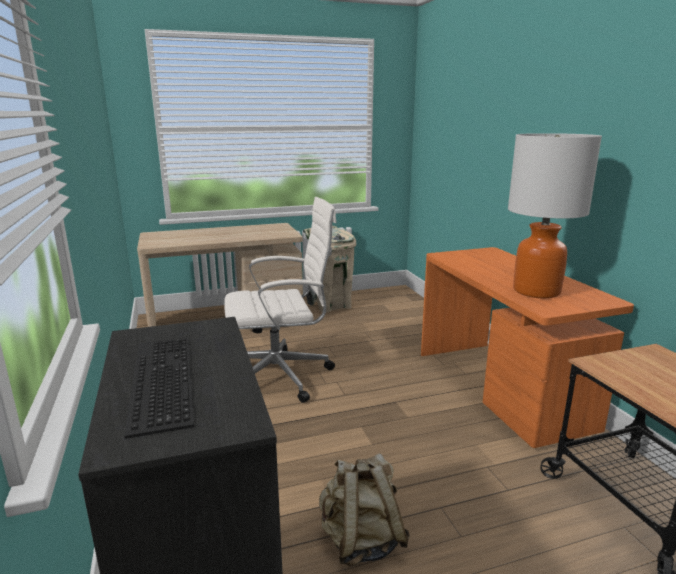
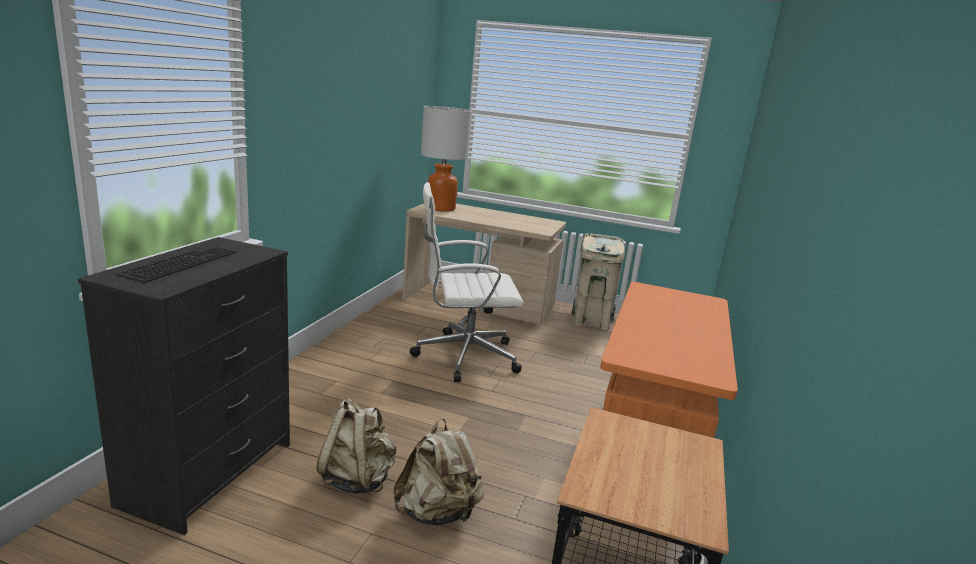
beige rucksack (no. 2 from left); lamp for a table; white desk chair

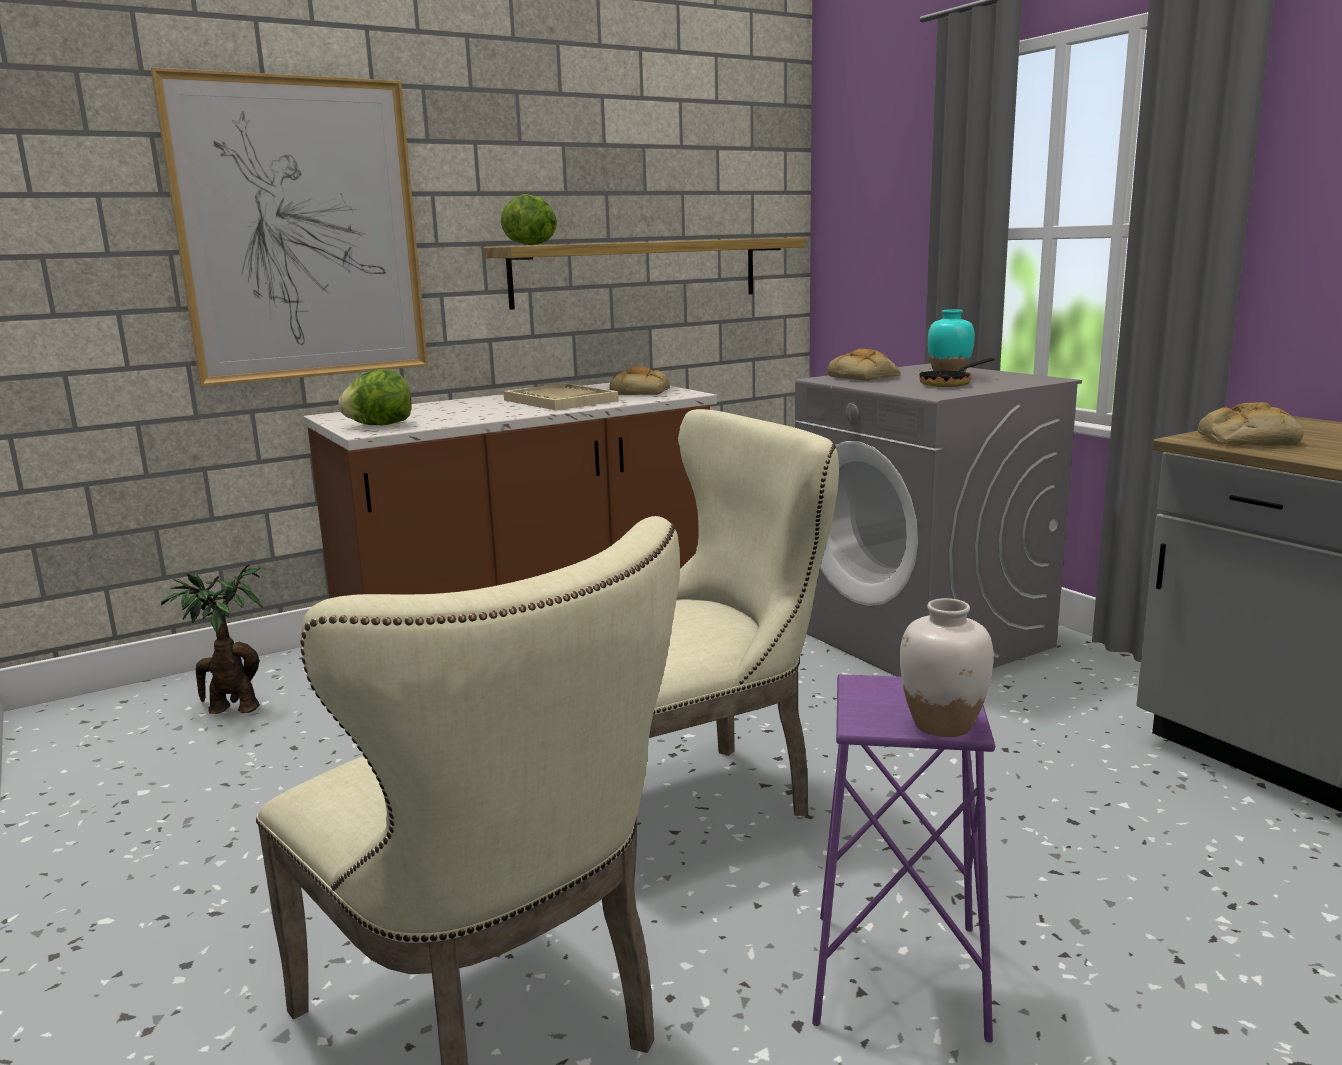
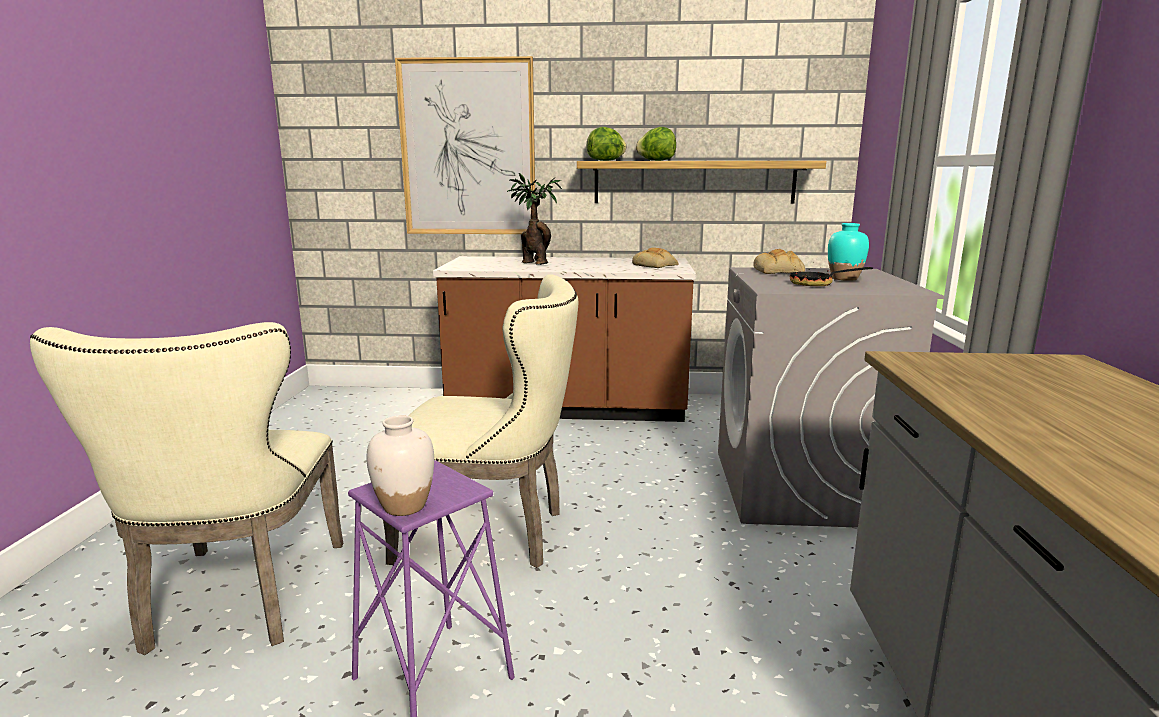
beige tray; bread (no. 3 from left in the first image); potted plant; lettuce head (no. 2 from left)

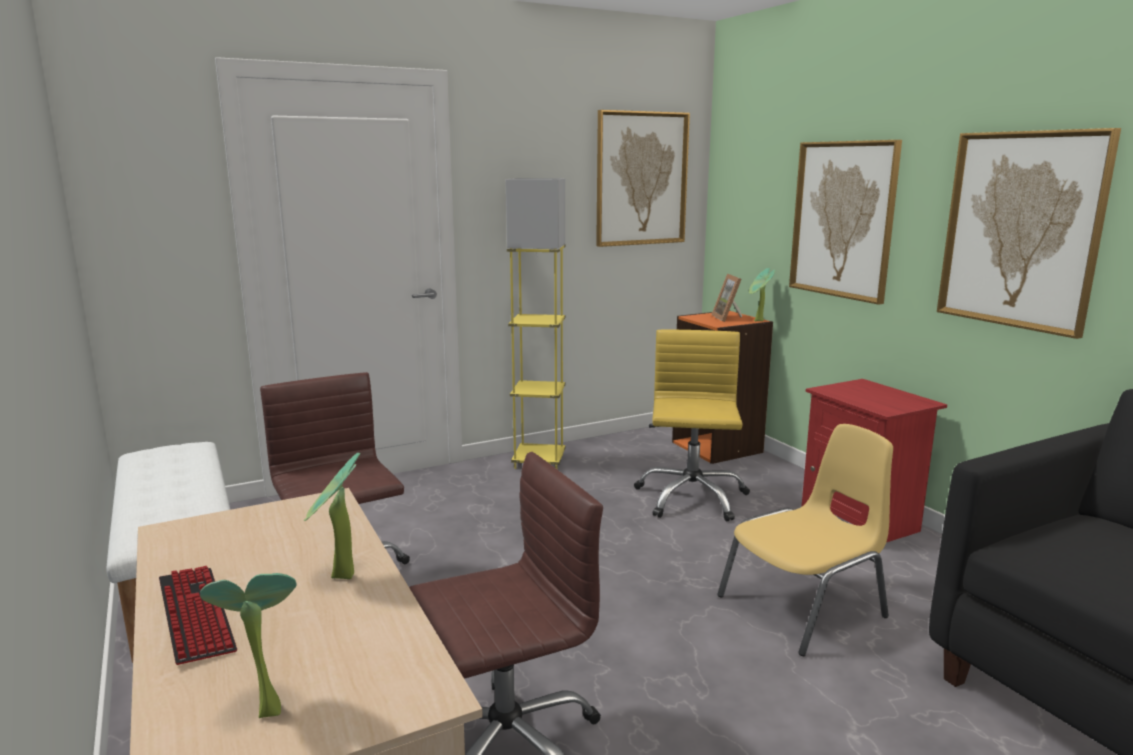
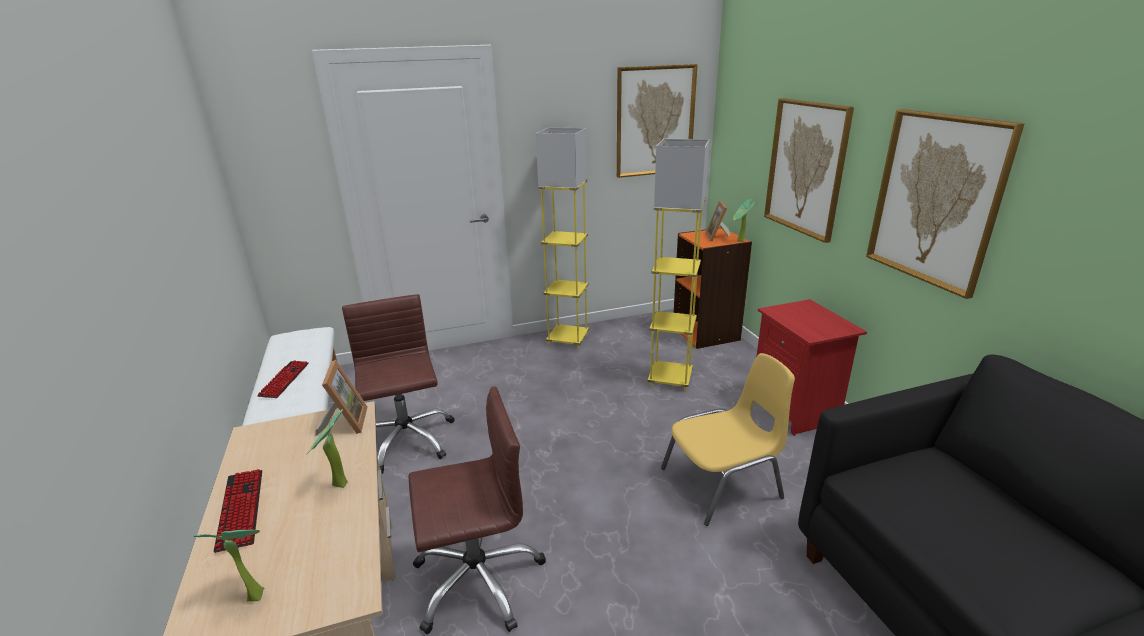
keyboard (no. 2 from left); photo frame (no. 1 from left); yellow standing lamp (no. 2 from left)

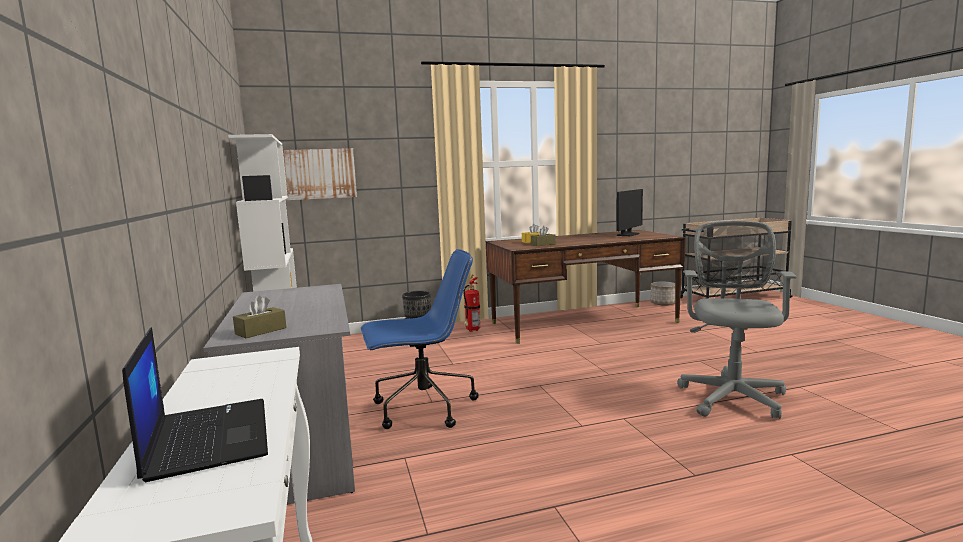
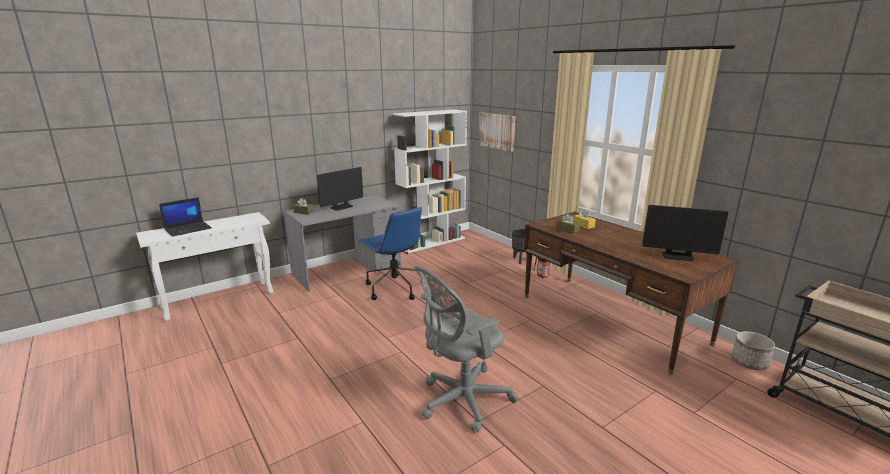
computer screen (no. 1 from left); grey desk chair

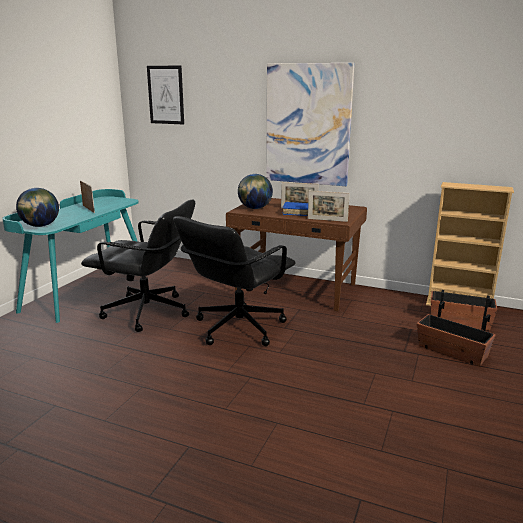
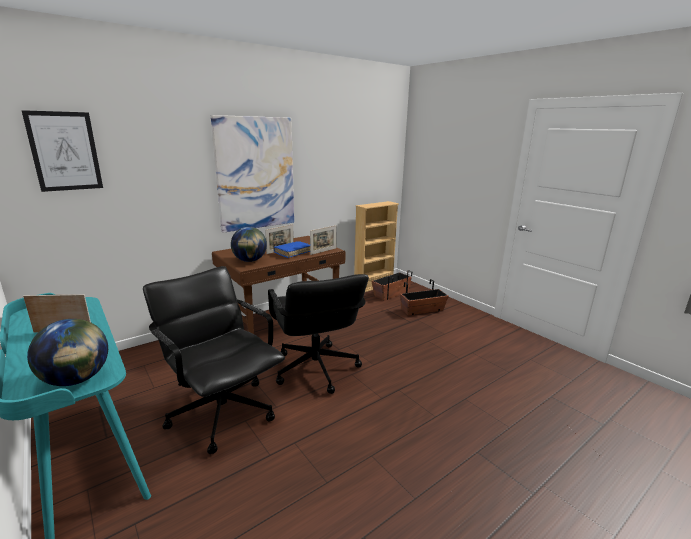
black desk chair (no. 1 from left)

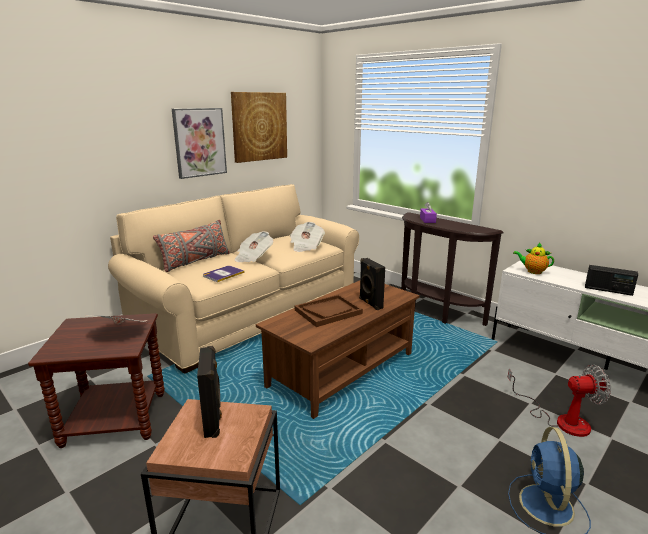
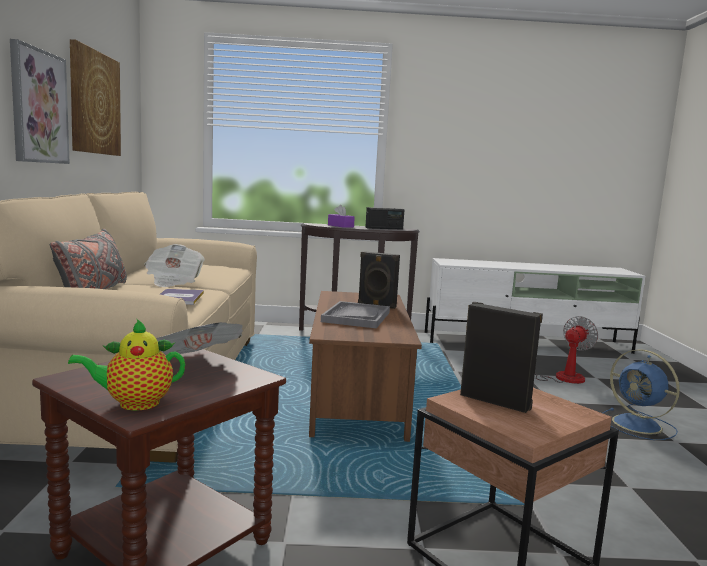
daily paper (no. 3 from left in the first image); tea pot; radio set; grey tray

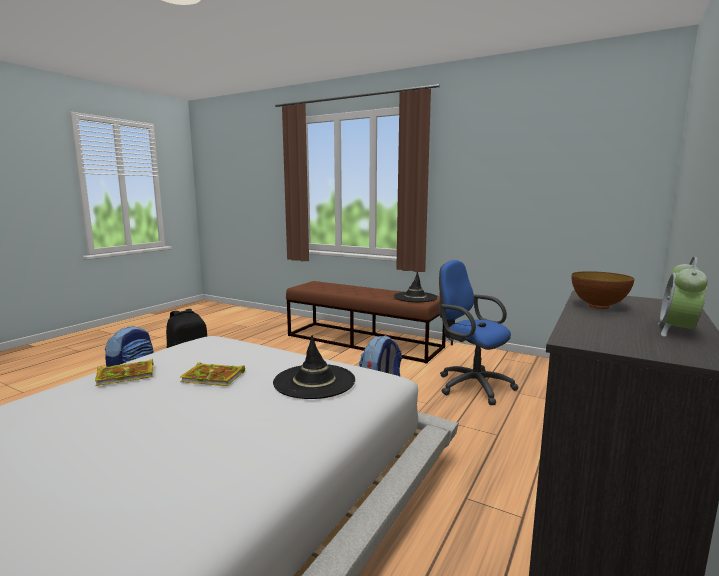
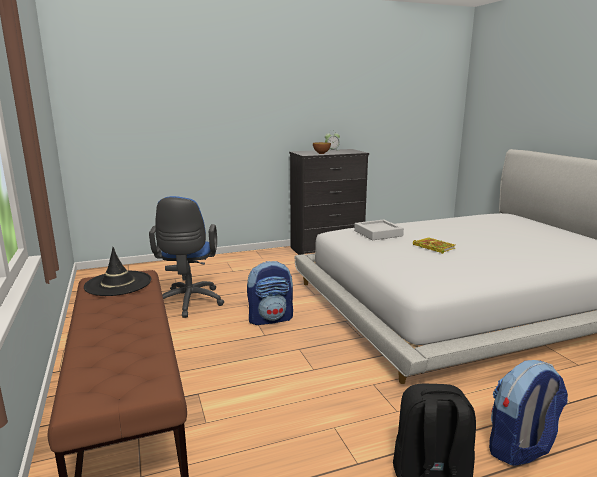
volume (no. 1 from left in the first image); grey tray

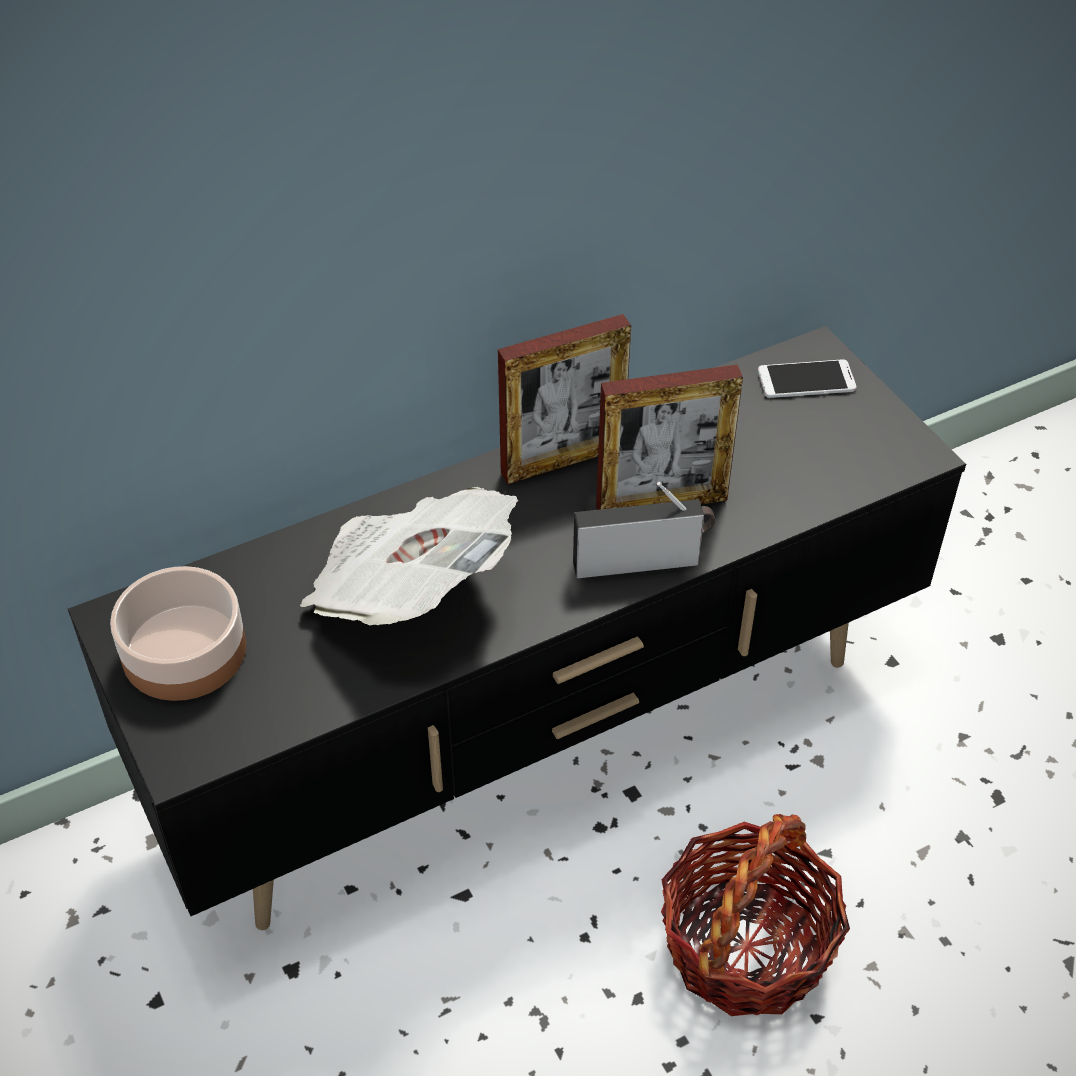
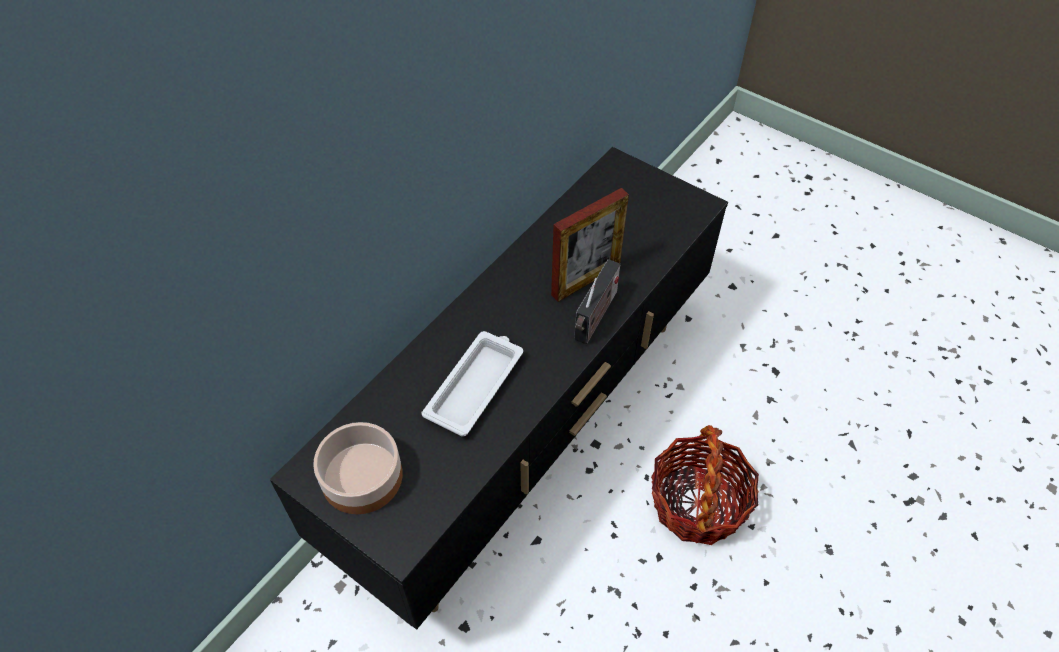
photo frame (no. 1 from left in the first image); telephone; white tray; radio set

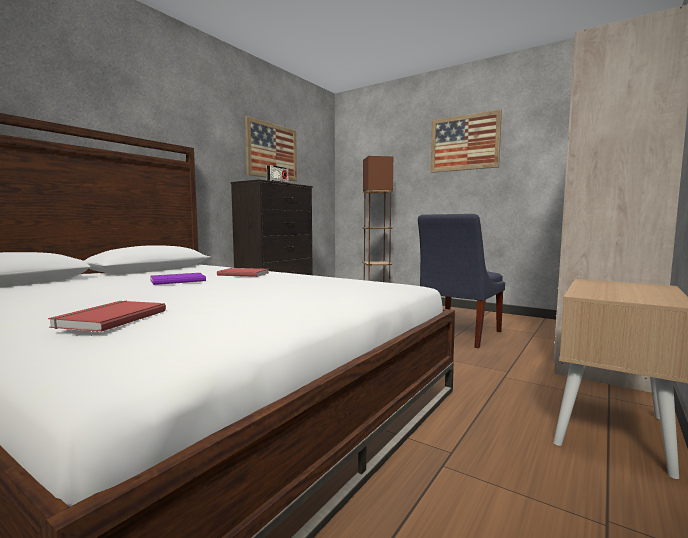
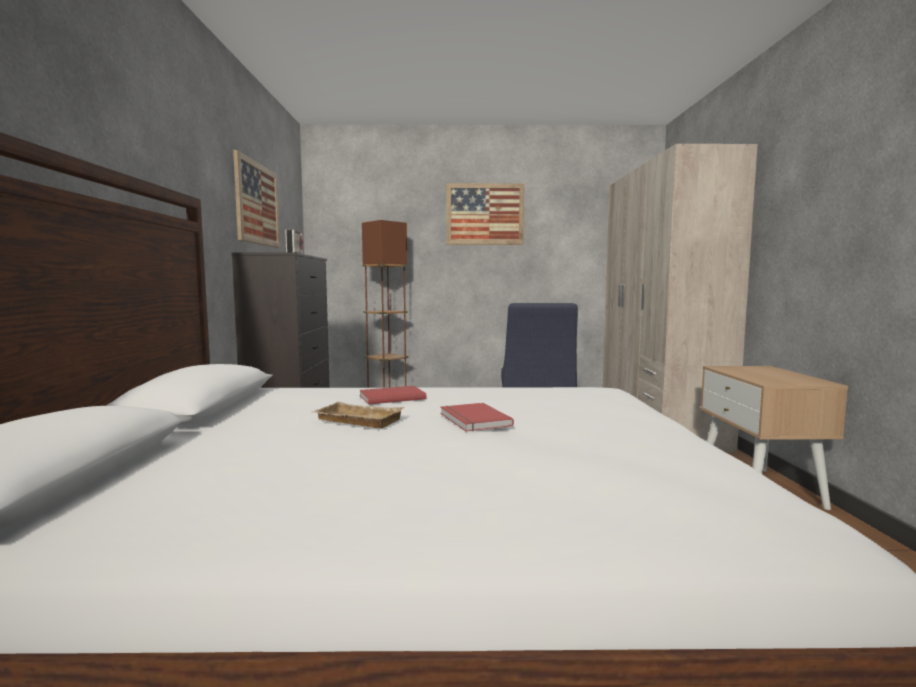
red volume (no. 2 from left); beige tray

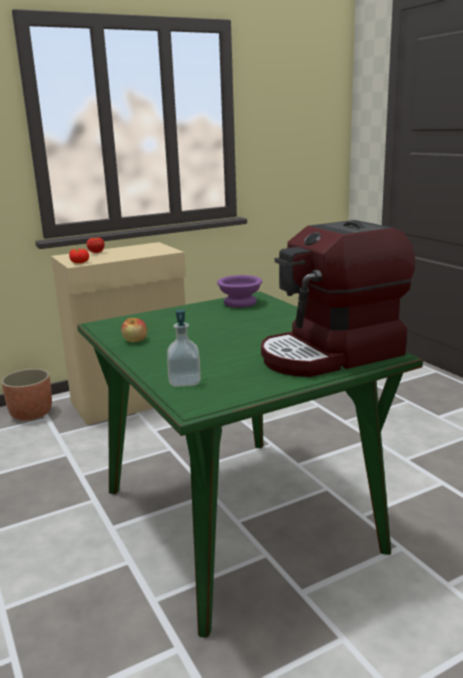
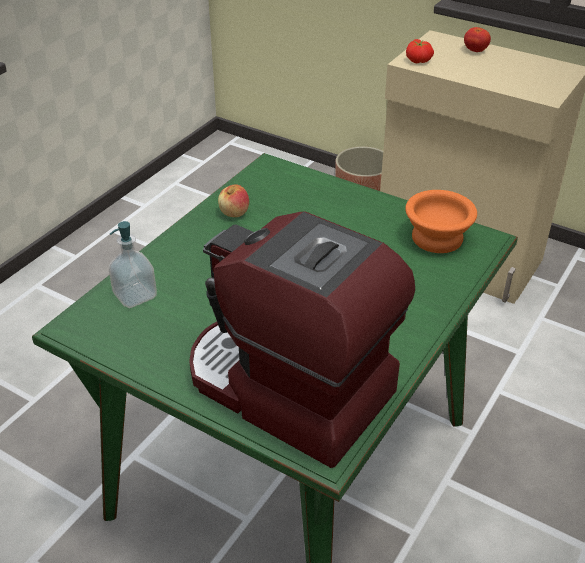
orange-coloured serving bowl

